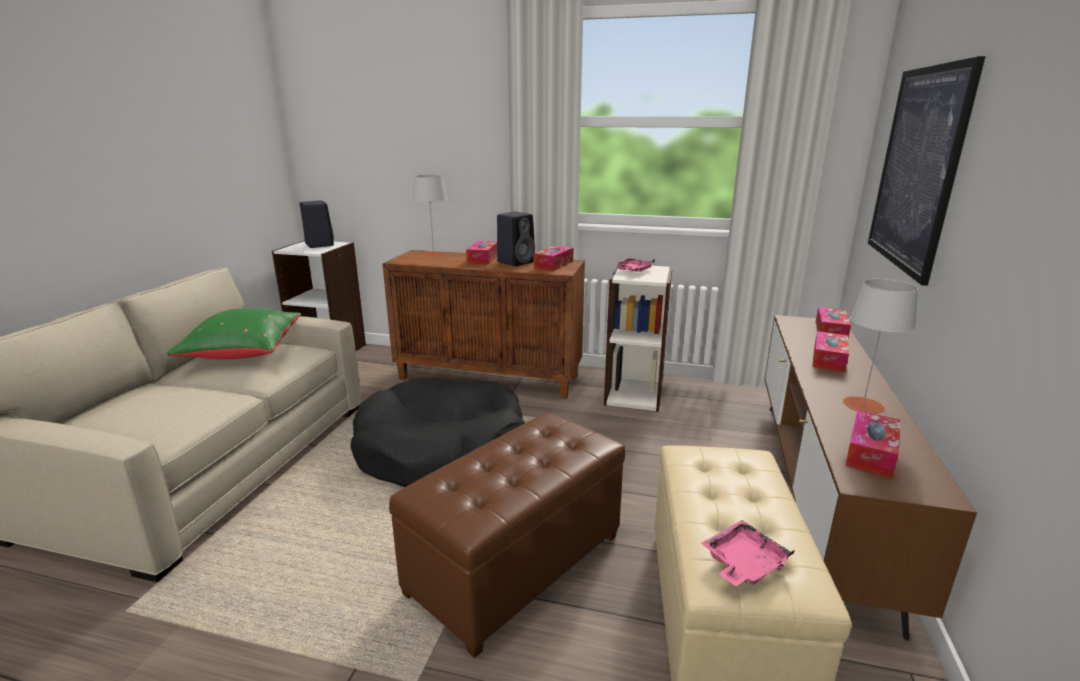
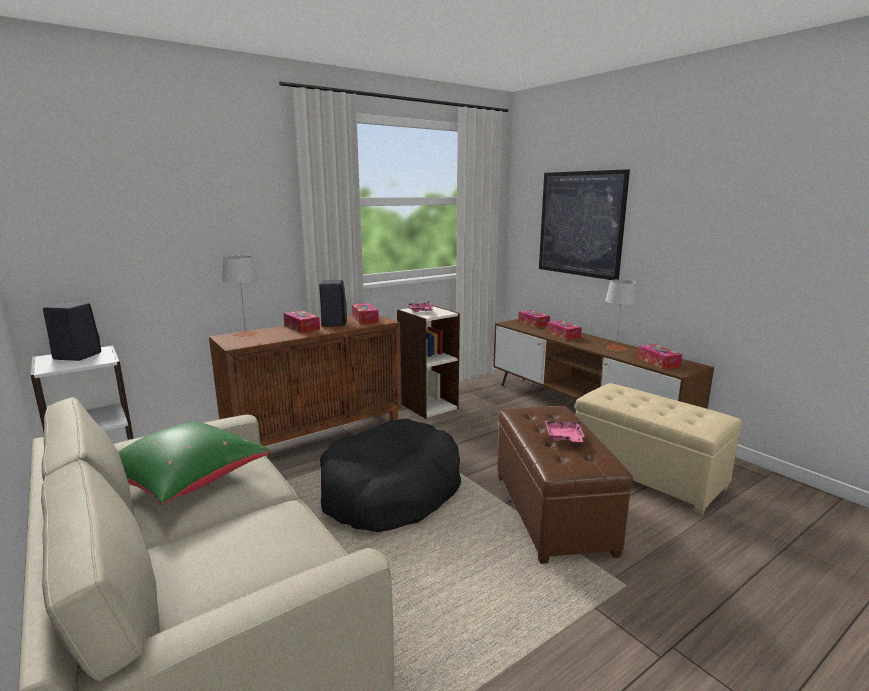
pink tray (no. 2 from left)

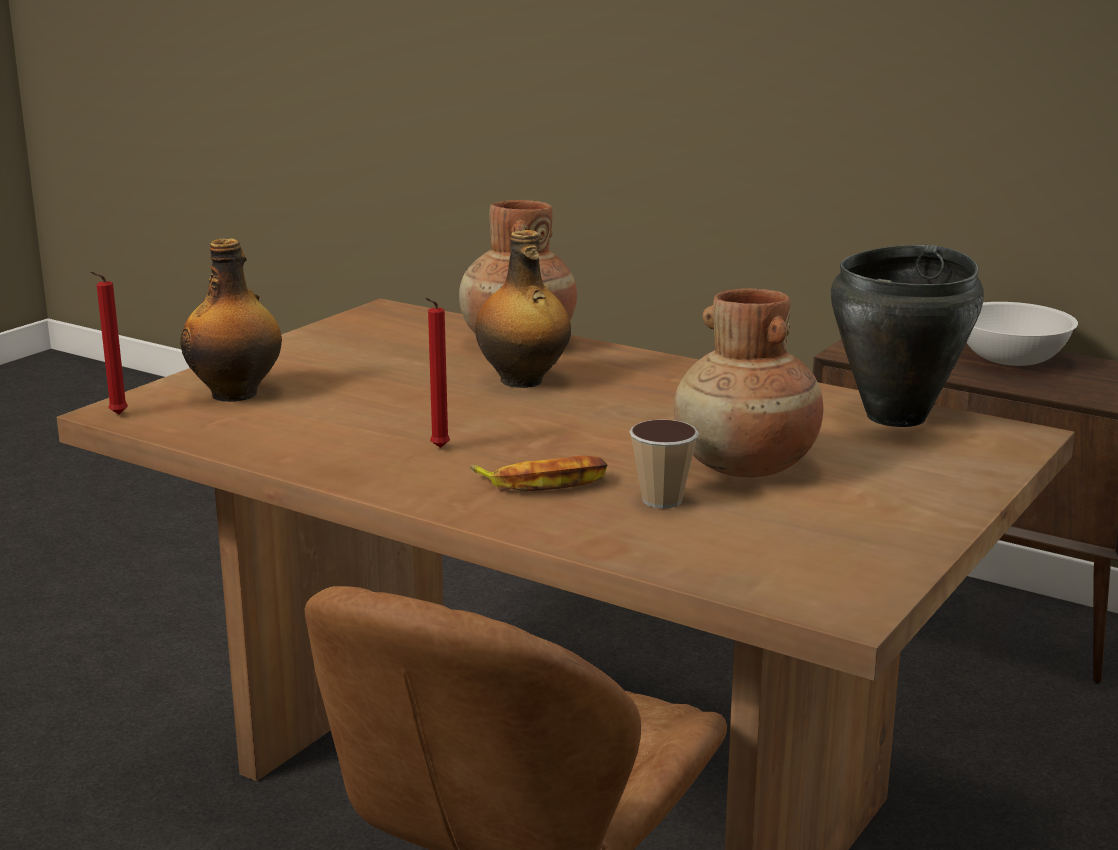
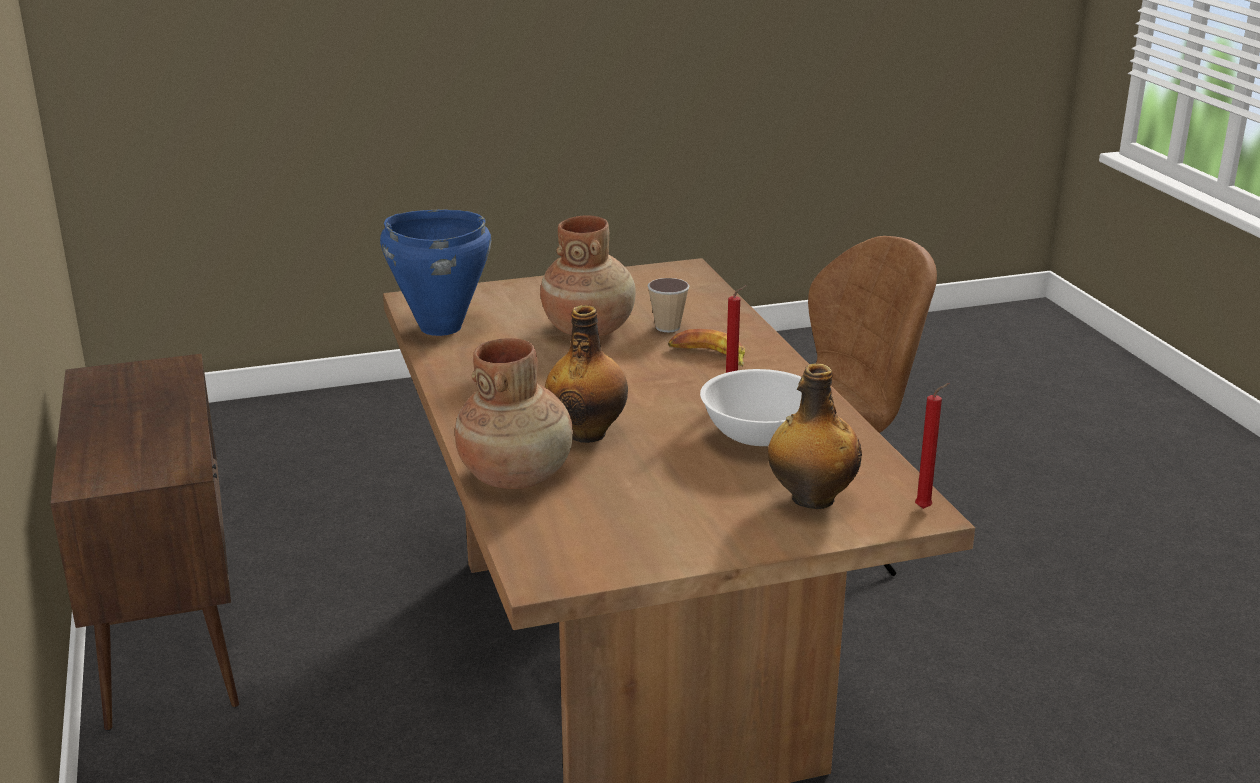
white serving bowl; blue-coloured stockpot

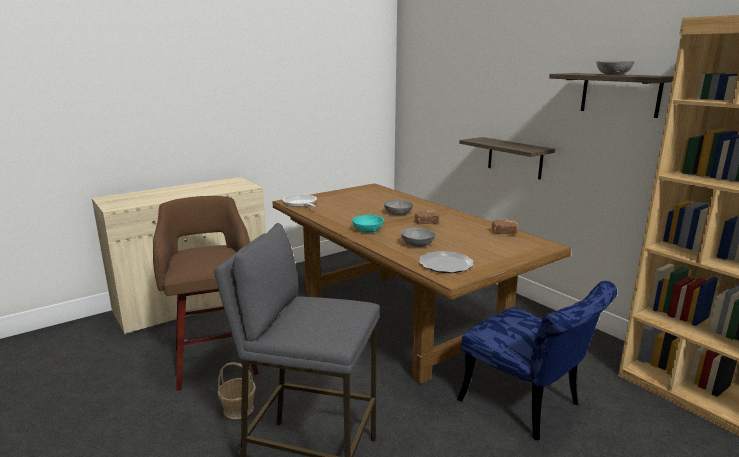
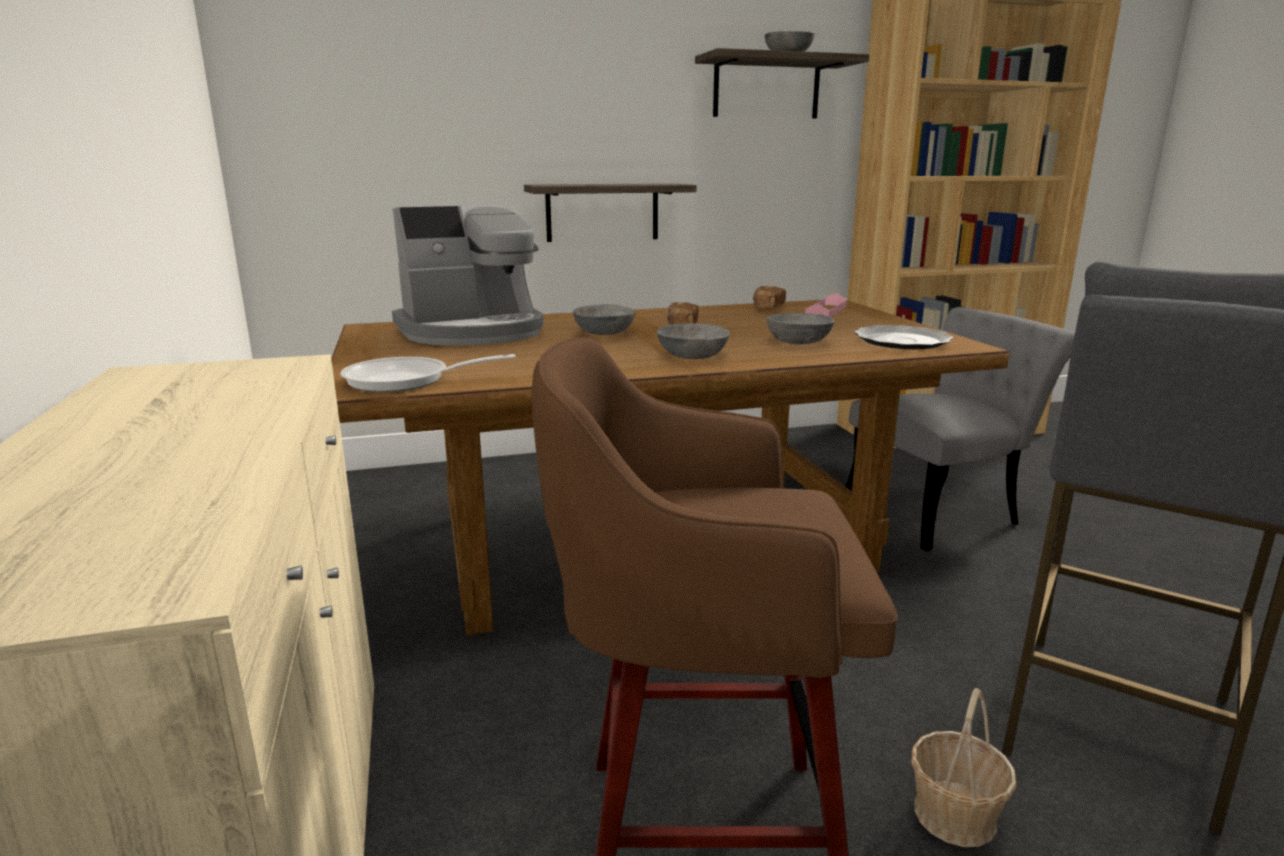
coffee machine; pink tray; grey serving bowl (no. 2 from left); grey upright chair

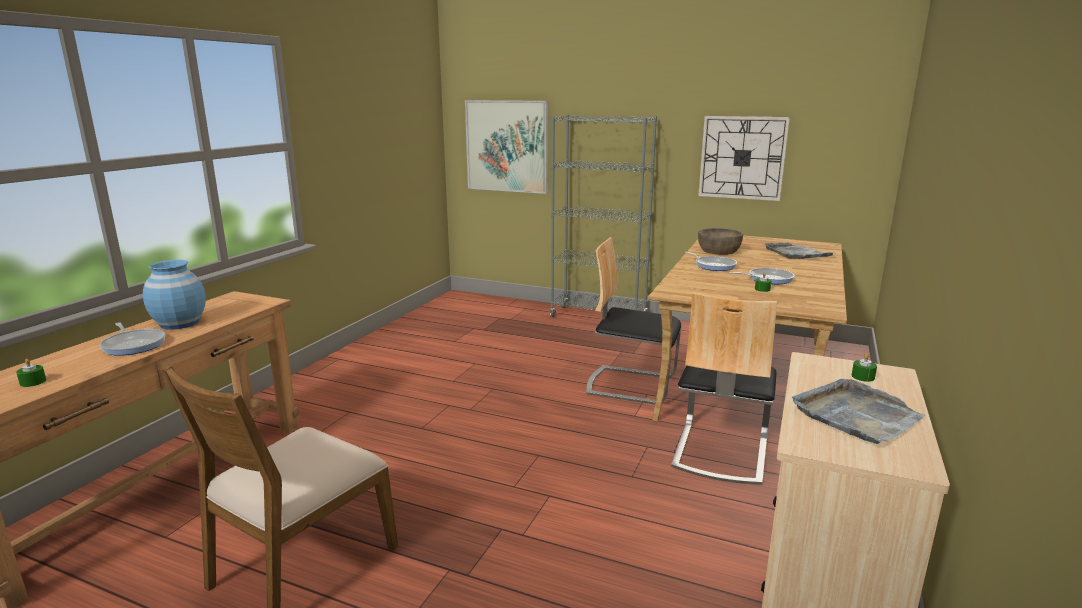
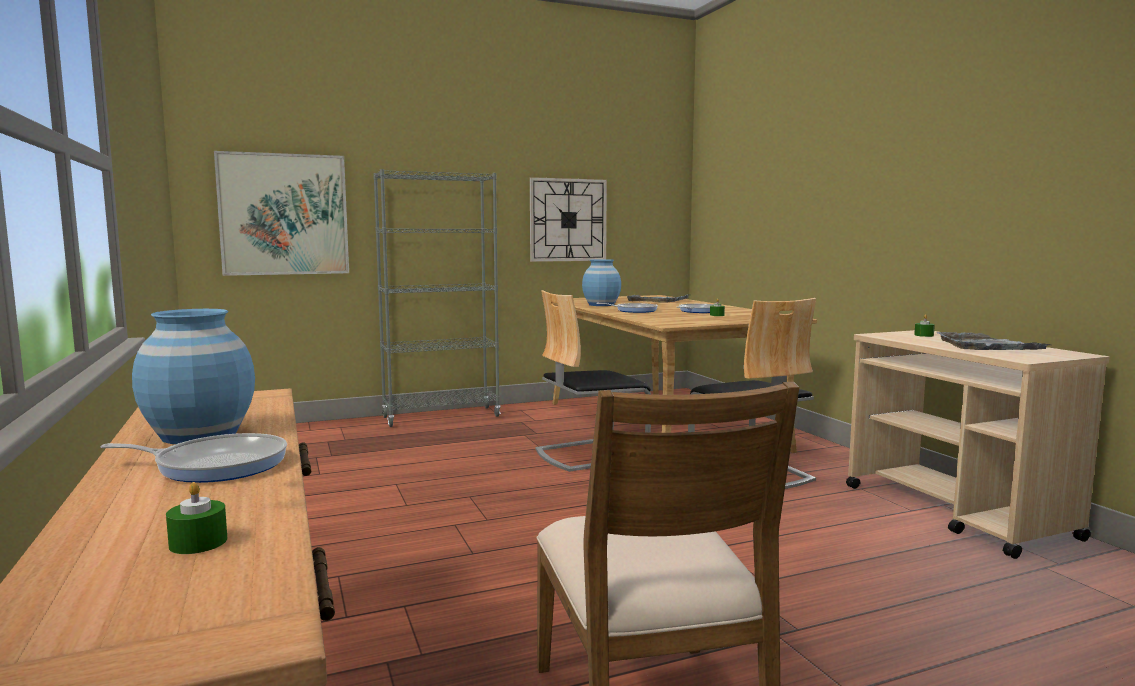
blue-coloured decorative vase (no. 2 from left)

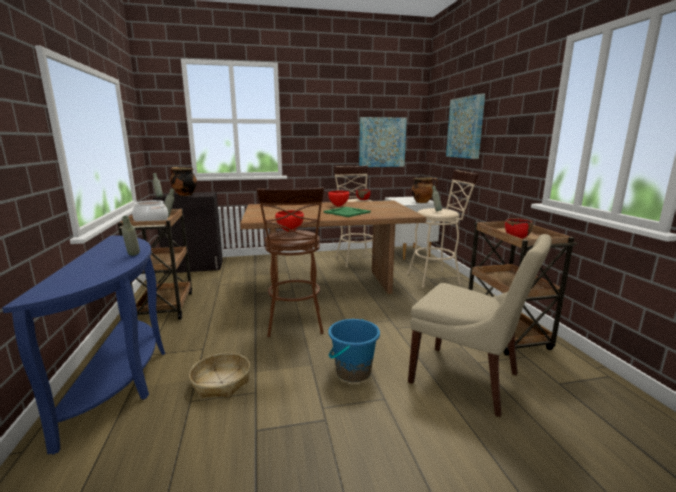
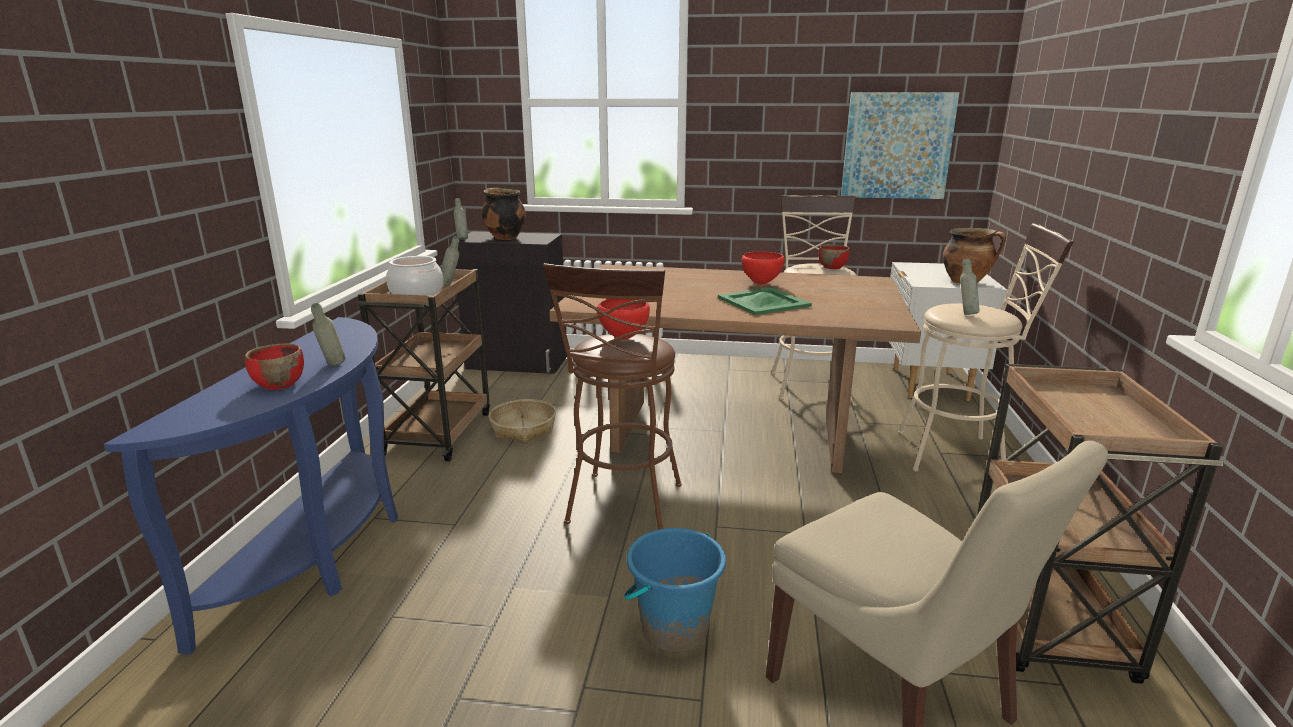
wall art (no. 2 from left in the first image); household basket; red serving bowl (no. 1 from left)

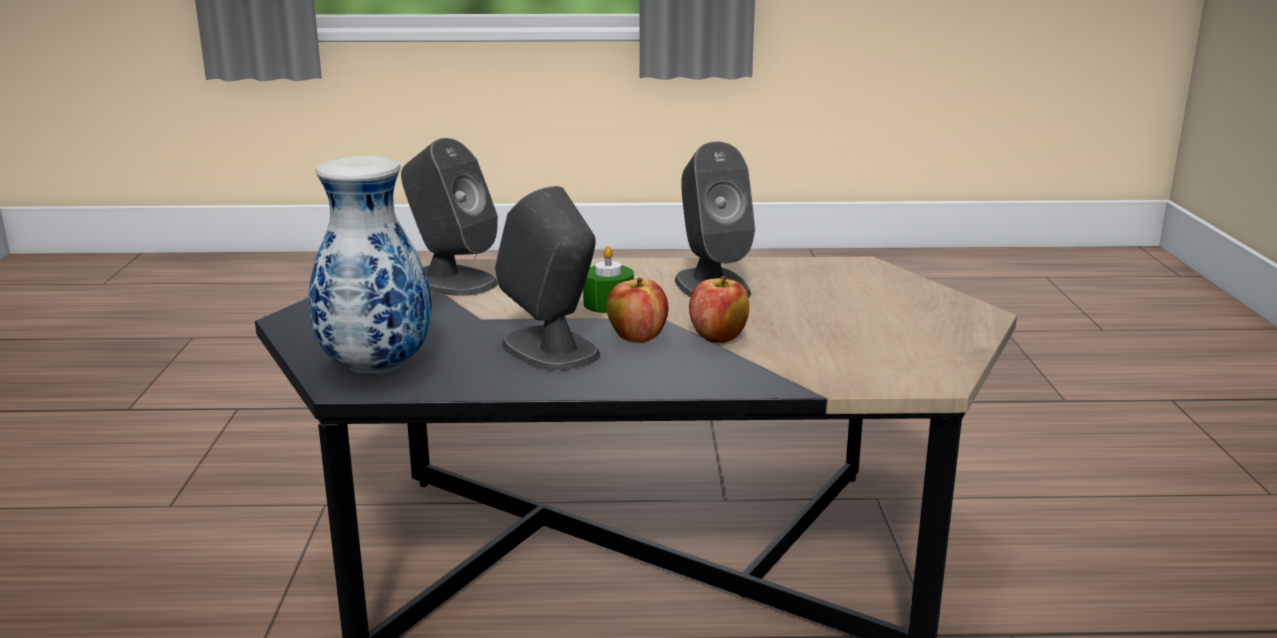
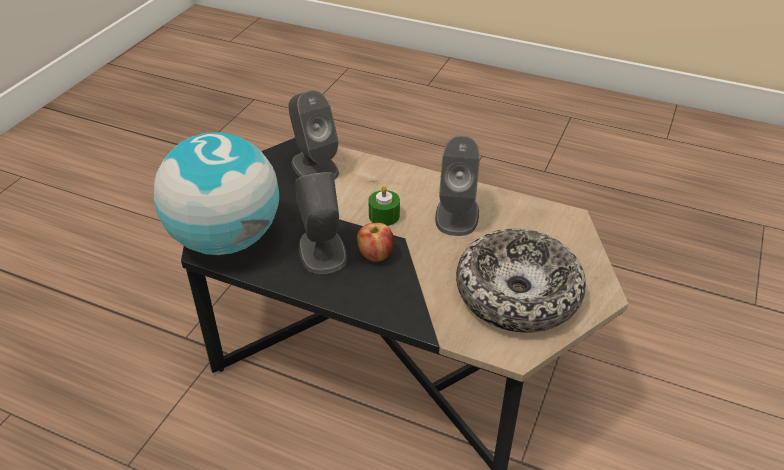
apple fruit (no. 2 from left in the first image); serving bowl; world globe

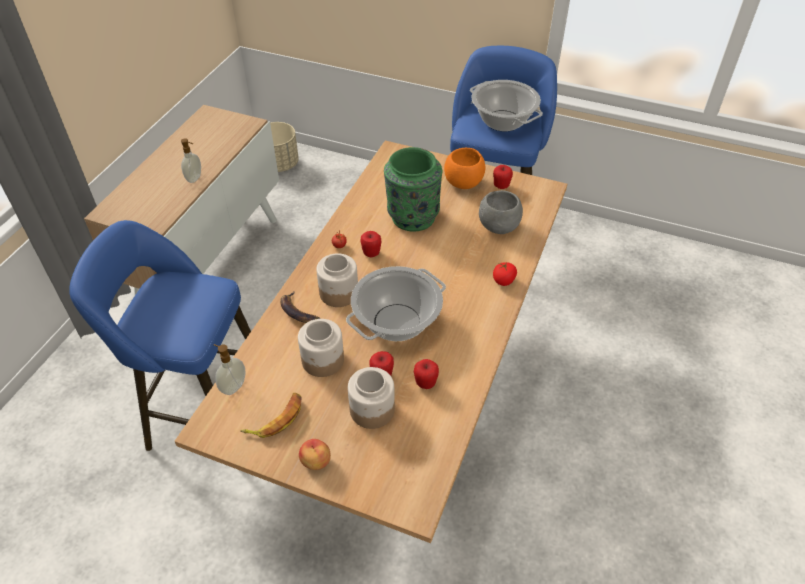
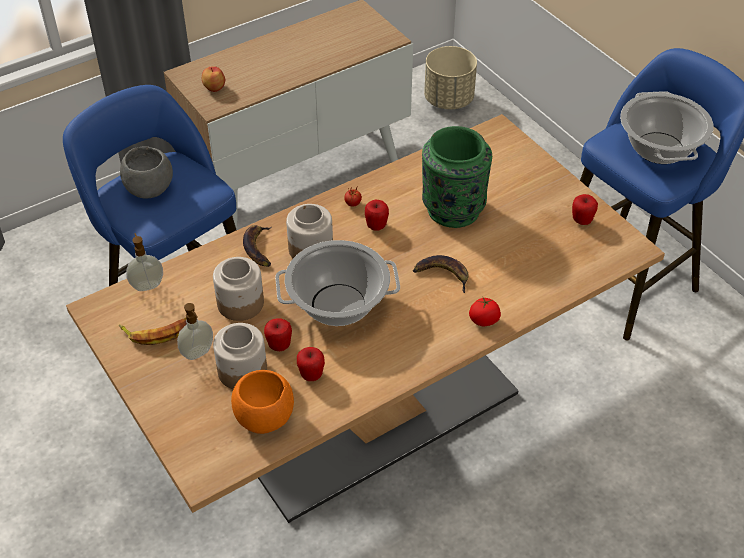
banana (no. 3 from left); soap dispenser (no. 2 from left); apple fruit (no. 1 from left); orange-coloured serving bowl; grey serving bowl

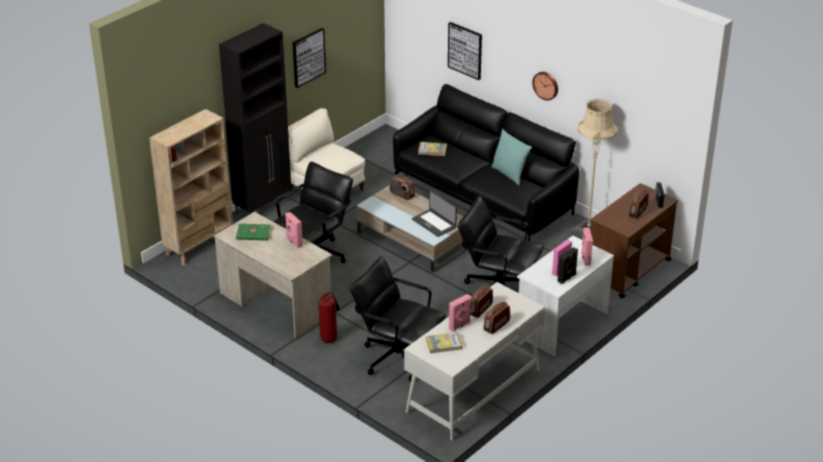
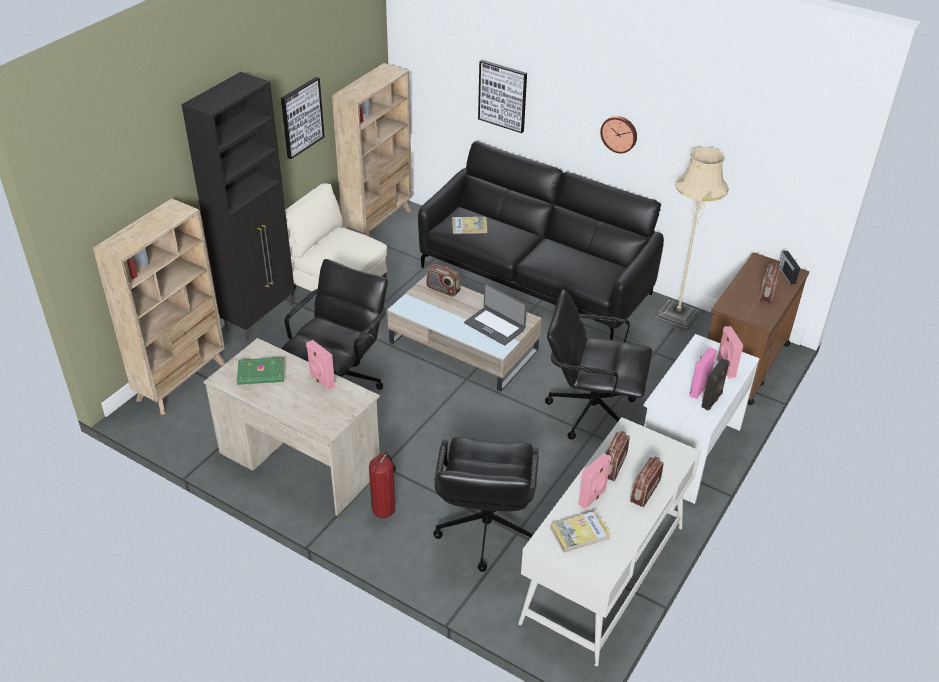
blue-green throw pillow; beige shelving unit (no. 2 from left); black desk chair (no. 2 from left)

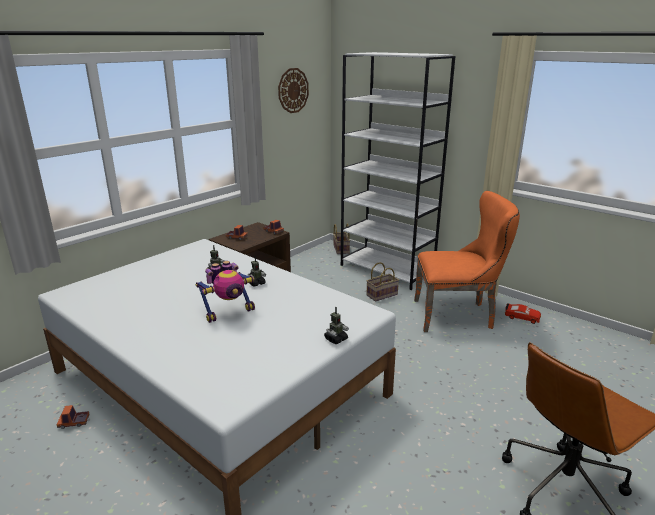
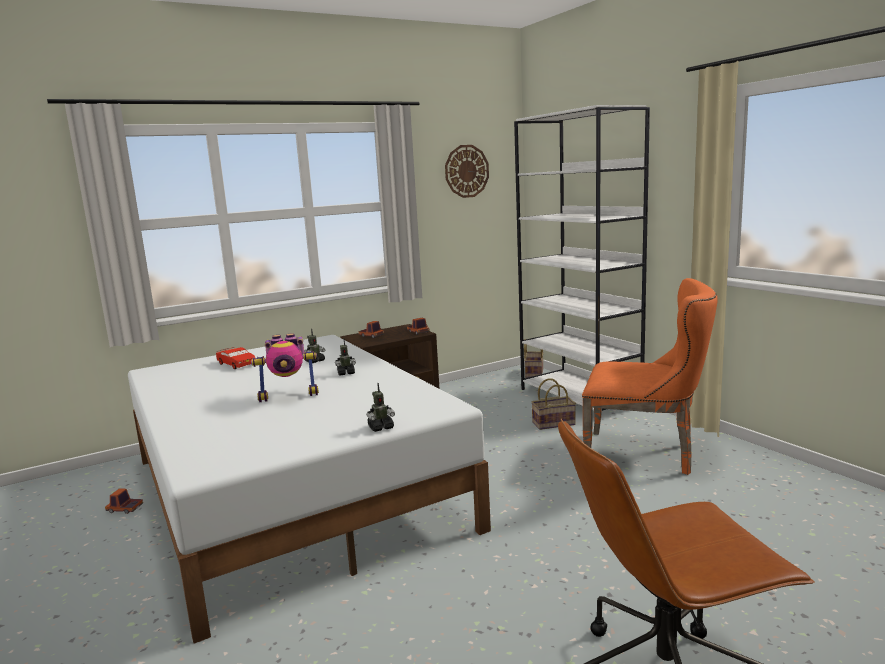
red model car

